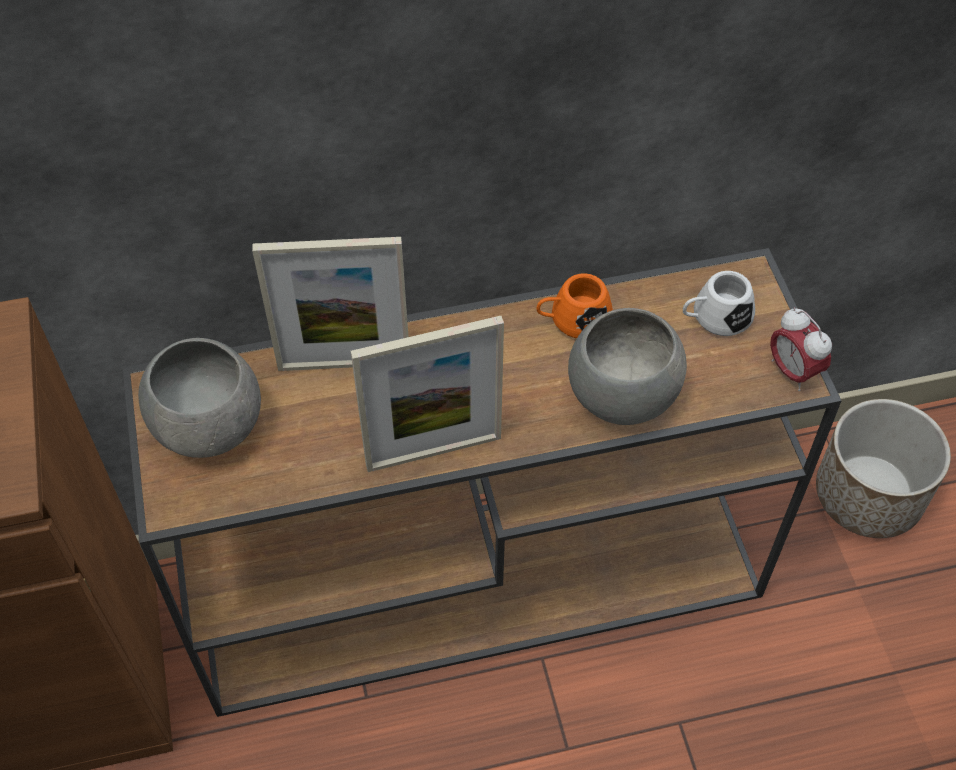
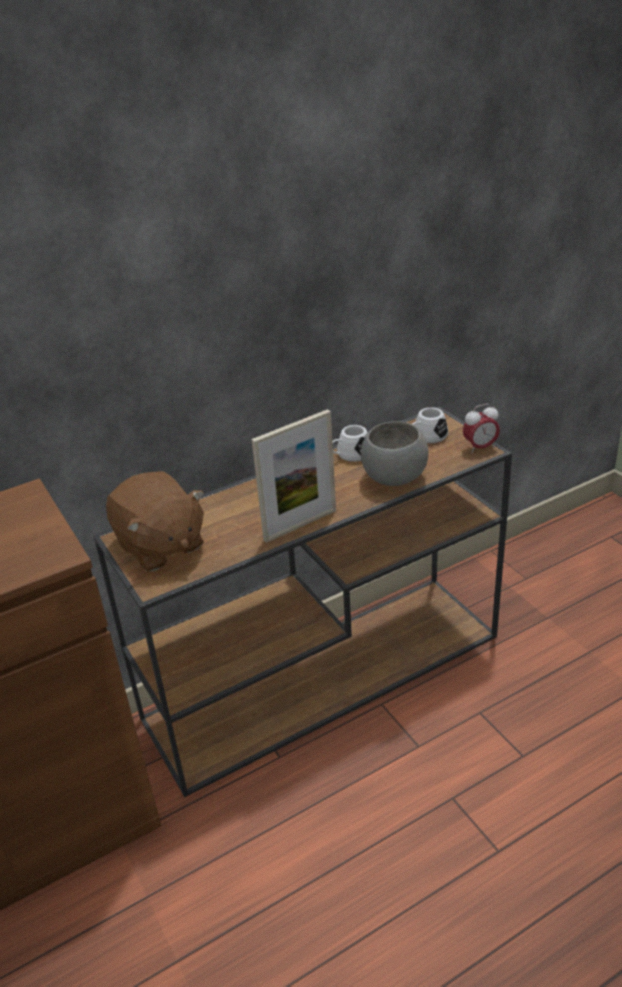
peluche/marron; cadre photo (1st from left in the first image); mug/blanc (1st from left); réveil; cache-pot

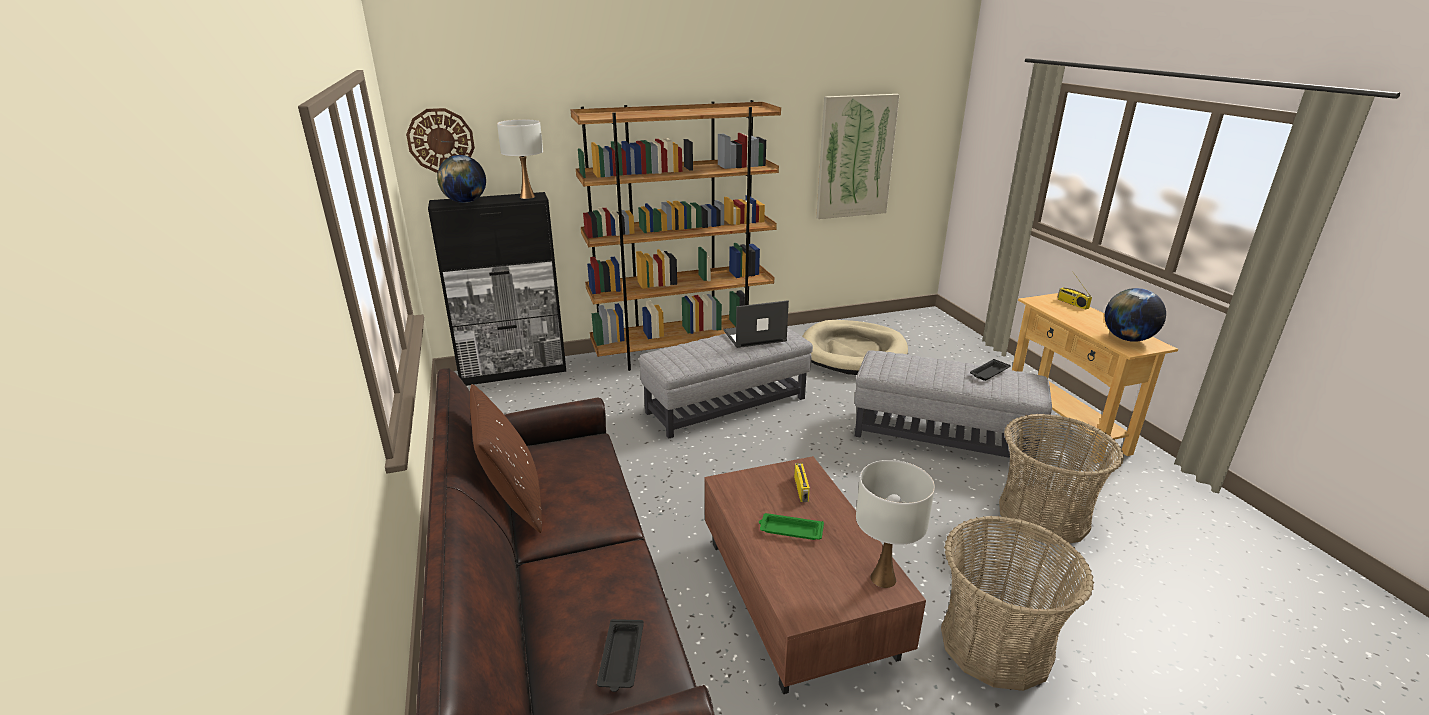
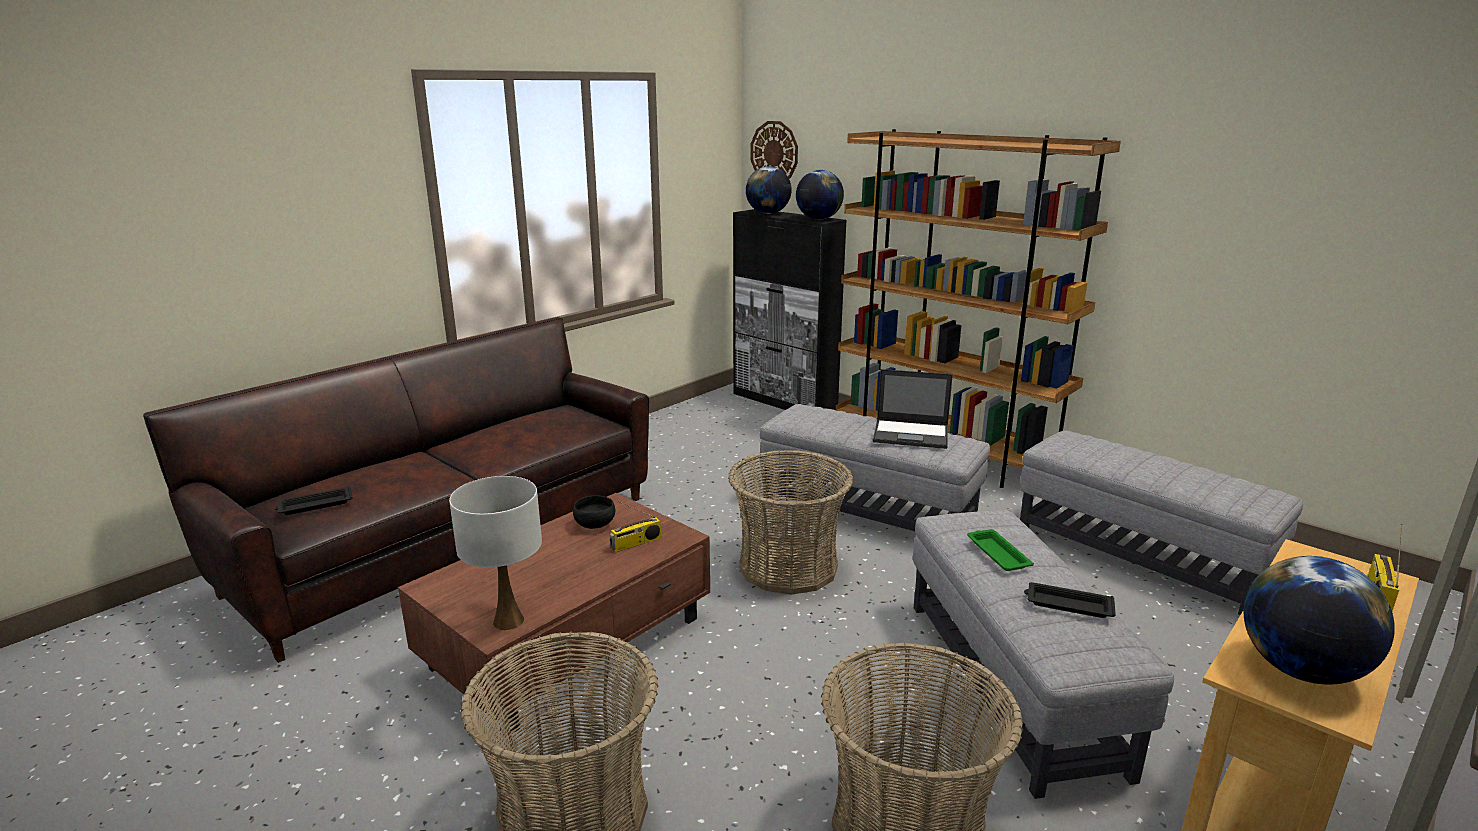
coussin/marron; globe (2nd from left); ordinateur portable; plateau/vert; pouf/gris (3rd from left); tableau; bol/noir; panier (2nd from left)

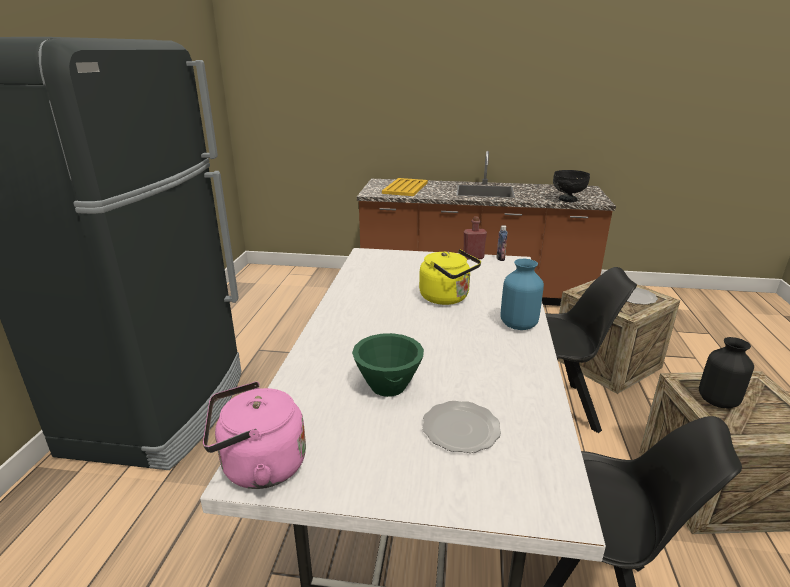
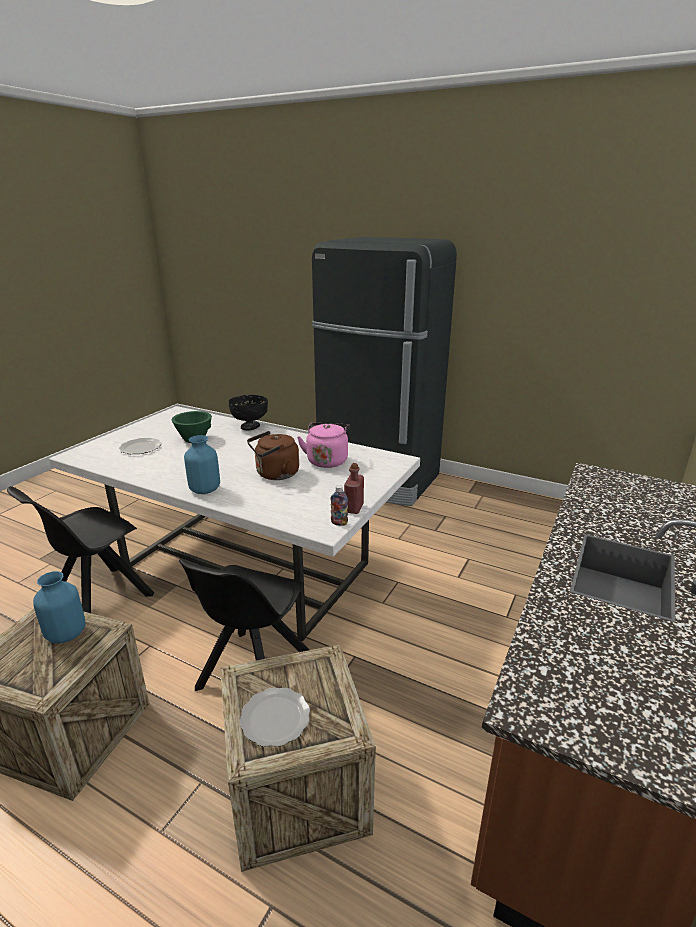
bouilloire/rose; plateau/jaune; bouilloire/marron; bol/noir; vase/bleu (1st from left)

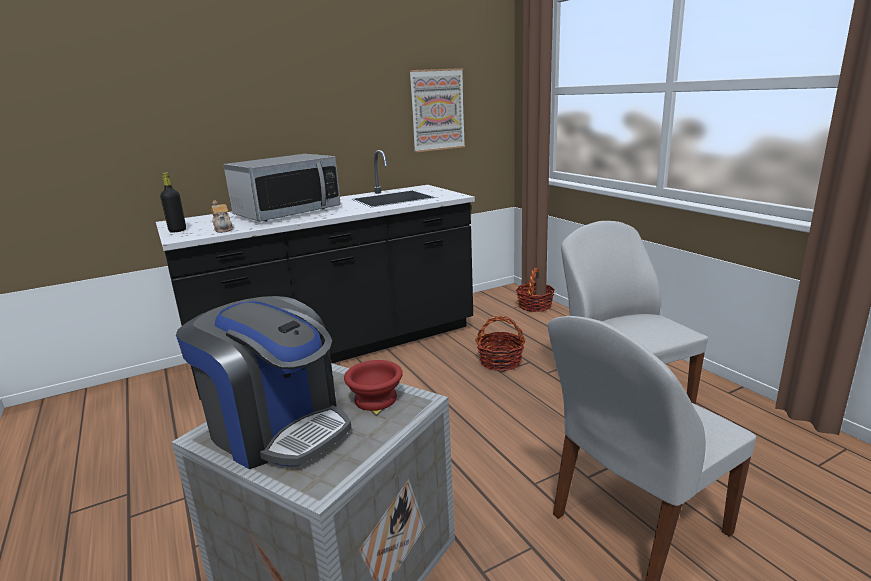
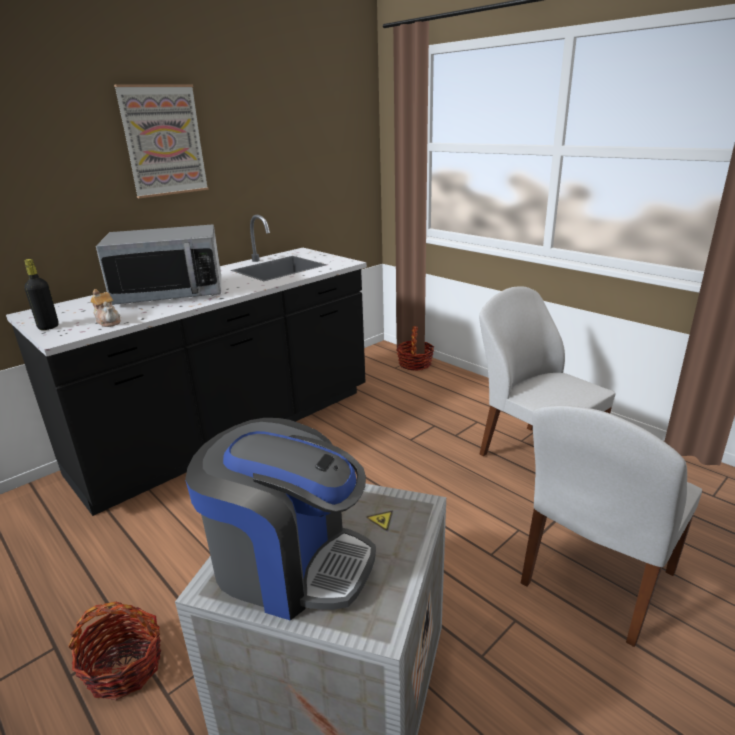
micro-ondes; bol/rouge; tableau; panier (1st from left)

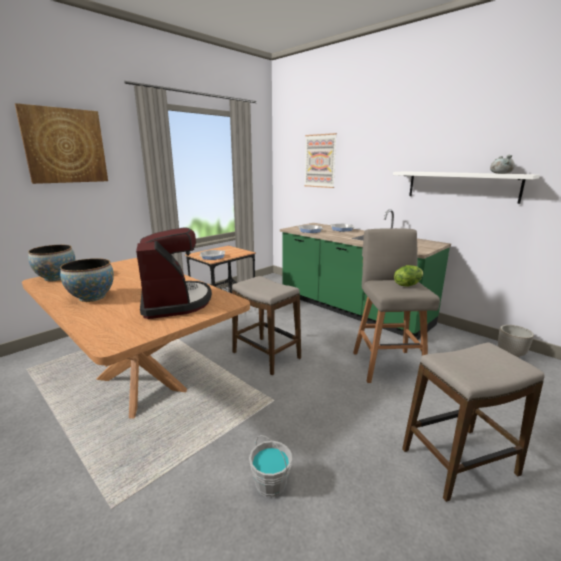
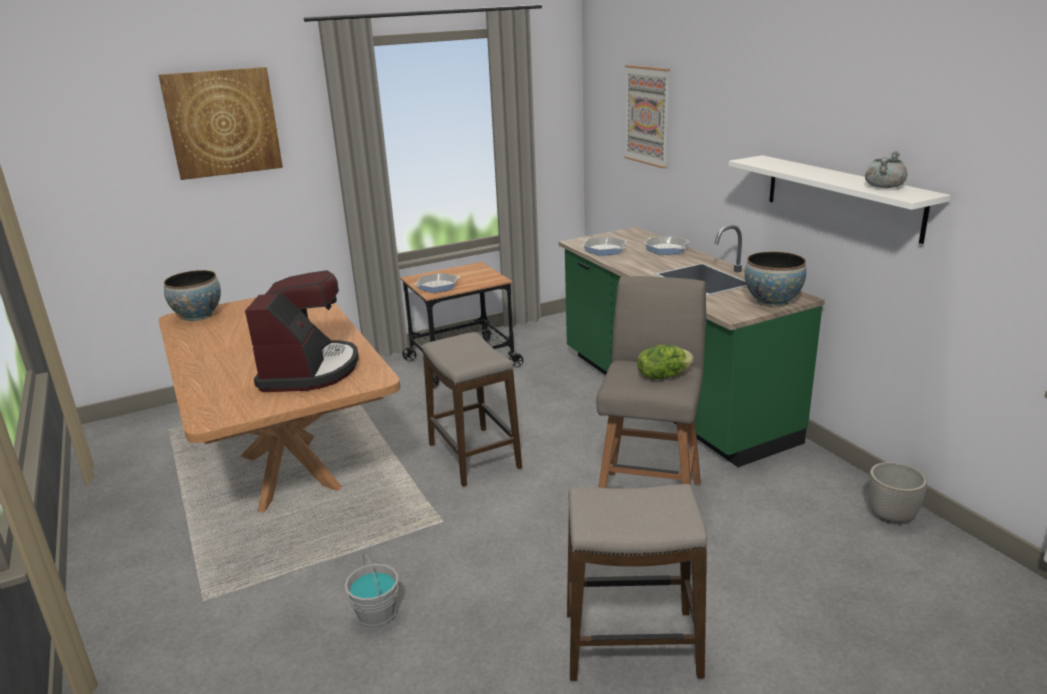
bol (2nd from left)

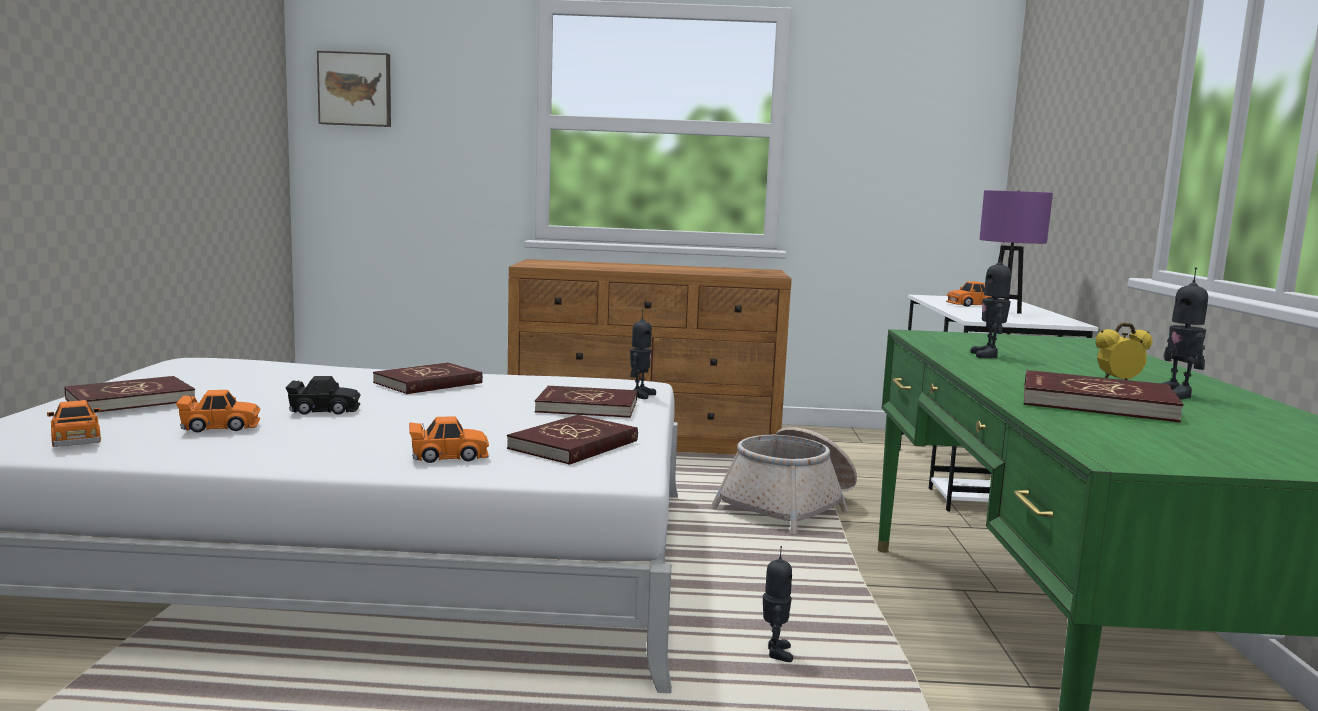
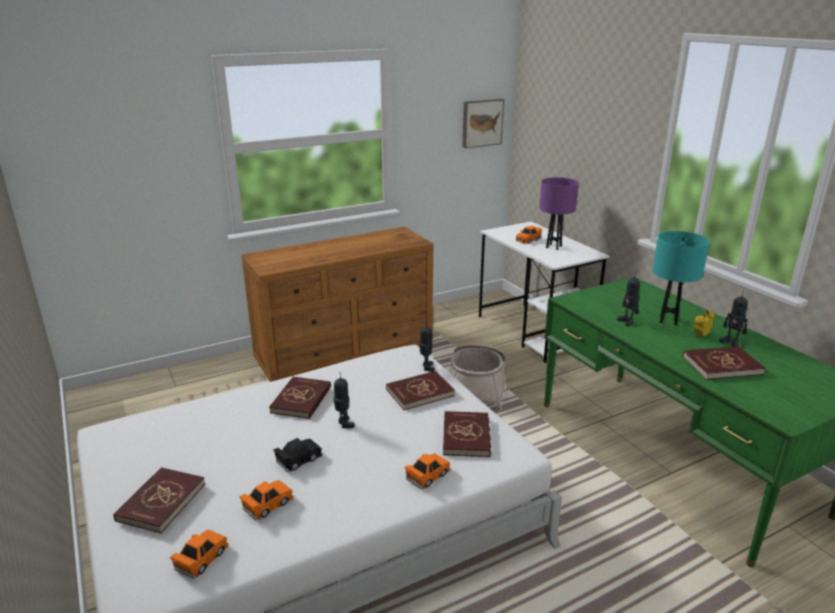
petite voiture/orange (1st from left); tableau; robot jouet (1st from left); lampe de table/turquoise

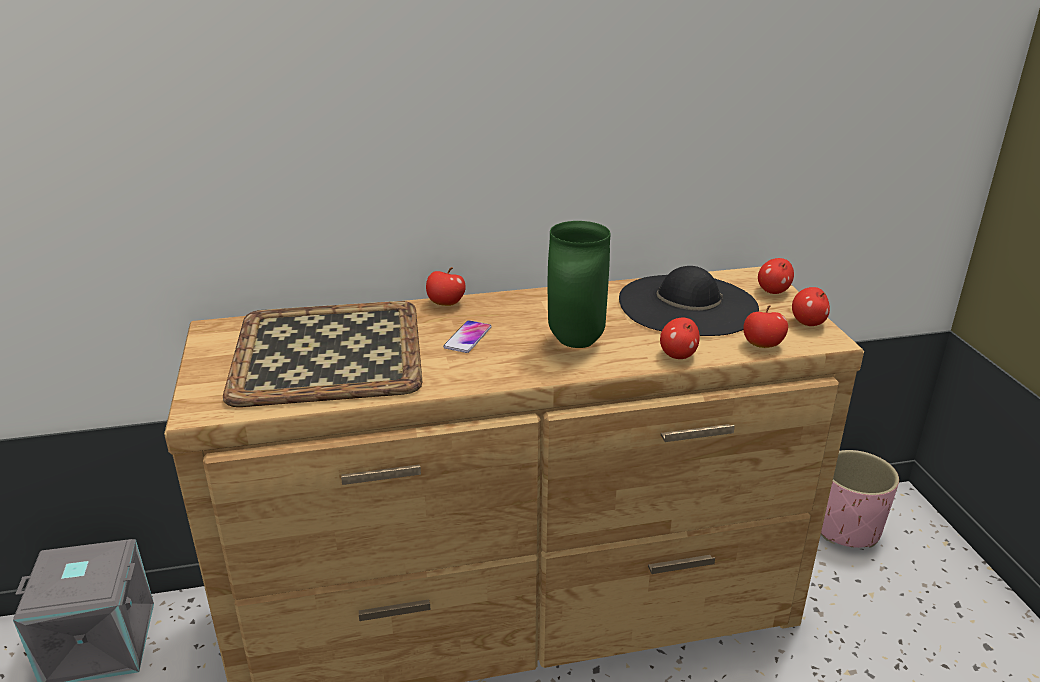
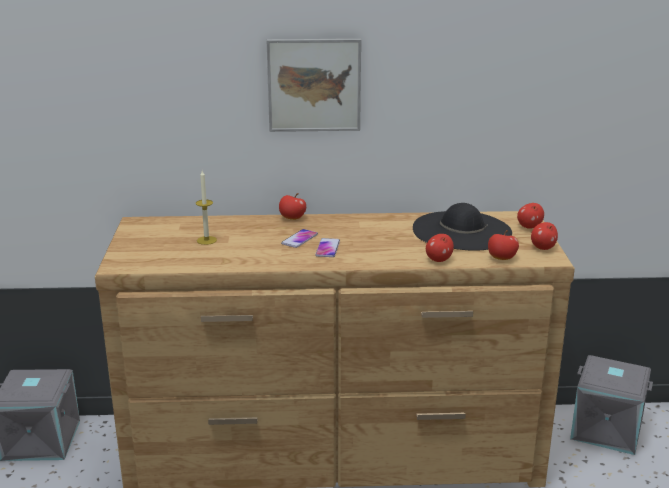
bougie; vase/vert; boîte de rangement/gris (2nd from left); tableau; téléphone (2nd from left)

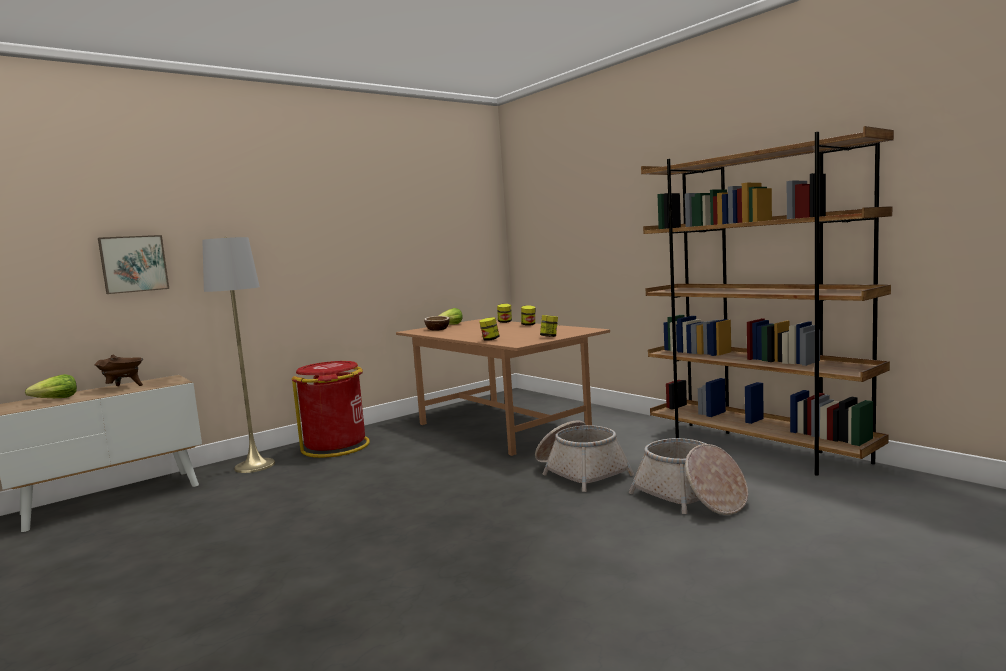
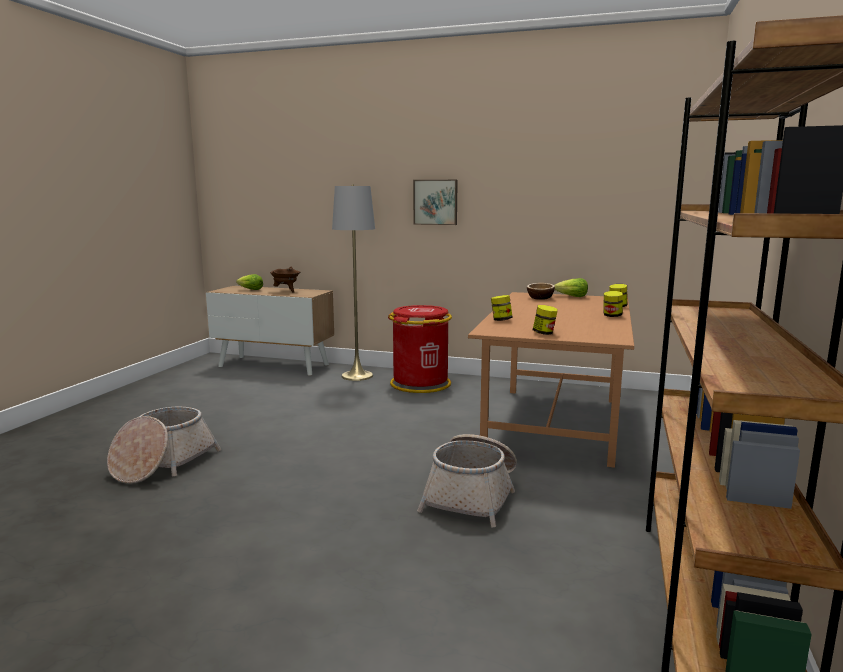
tableau; panier (1st from left)

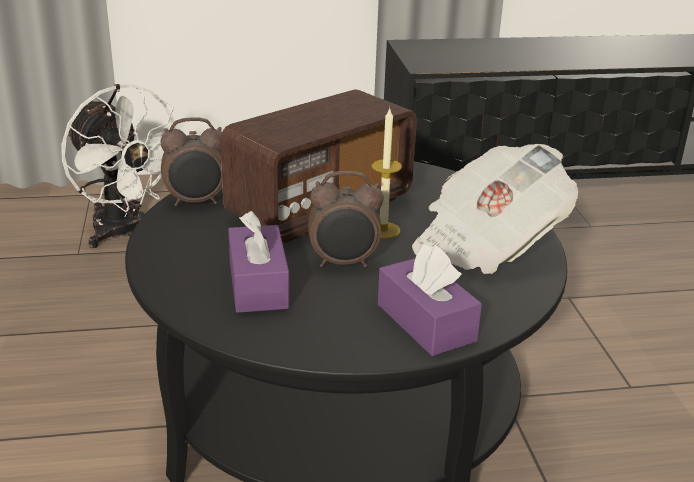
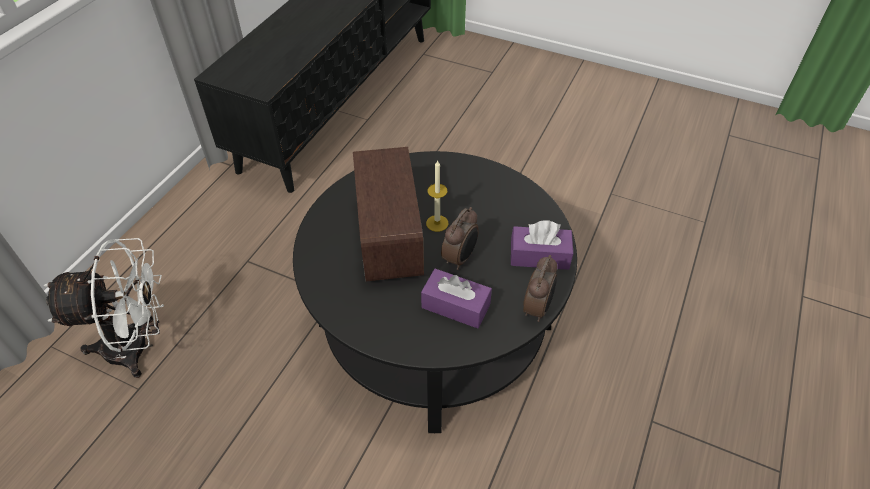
réveil (2nd from left); journal

